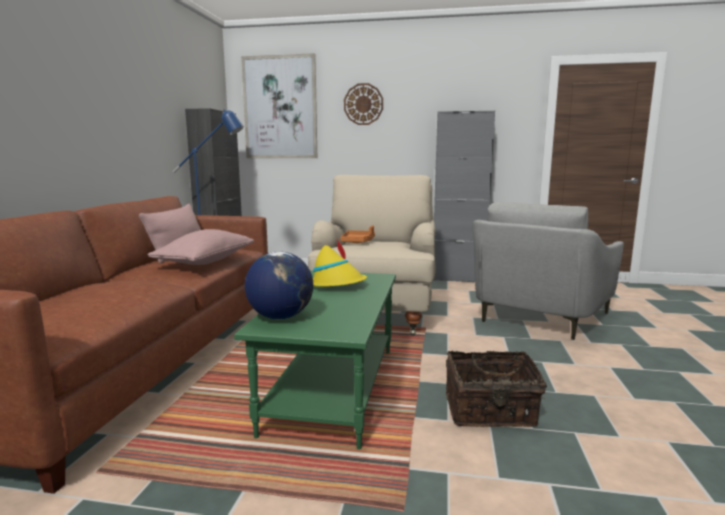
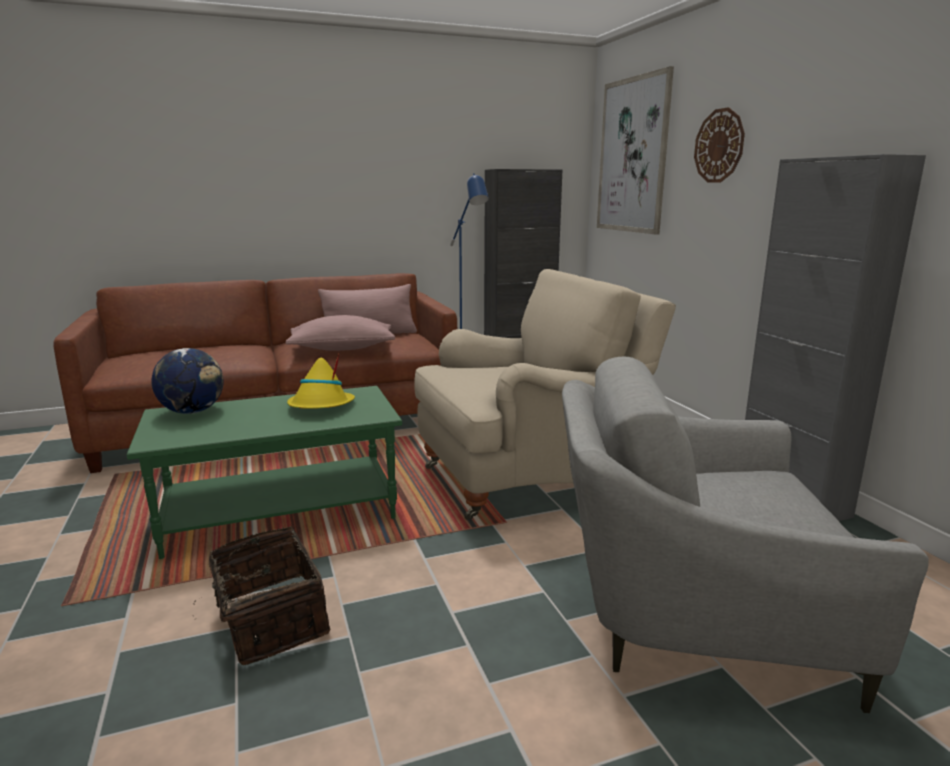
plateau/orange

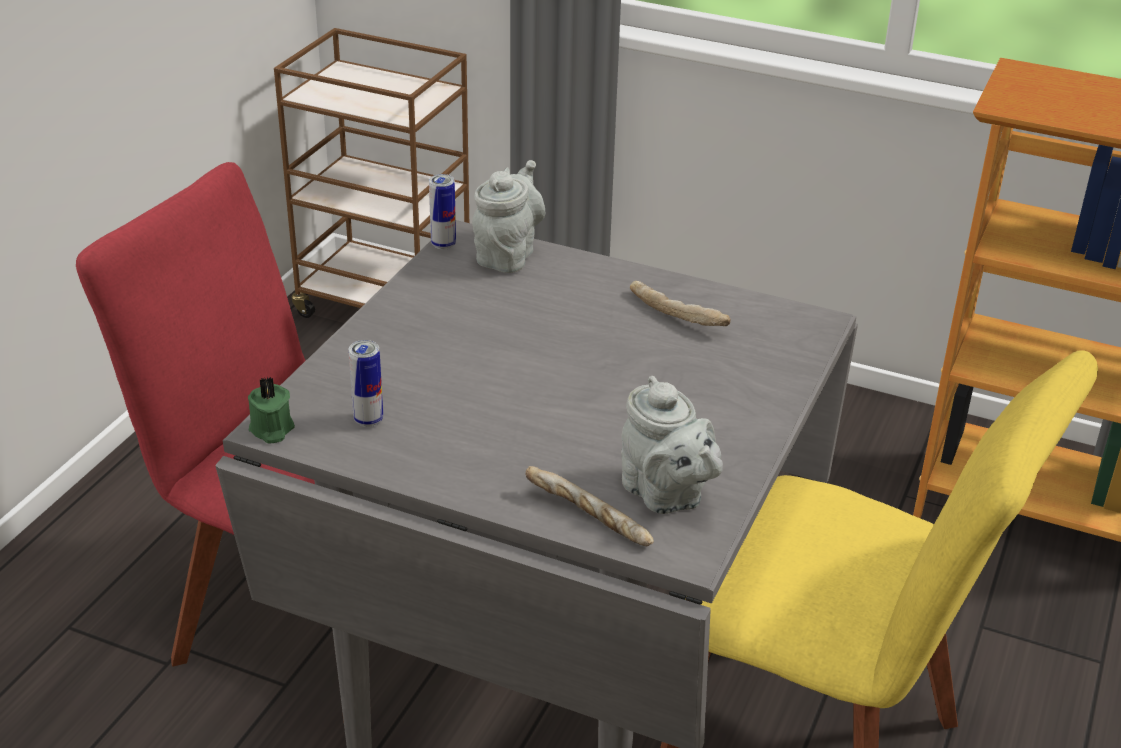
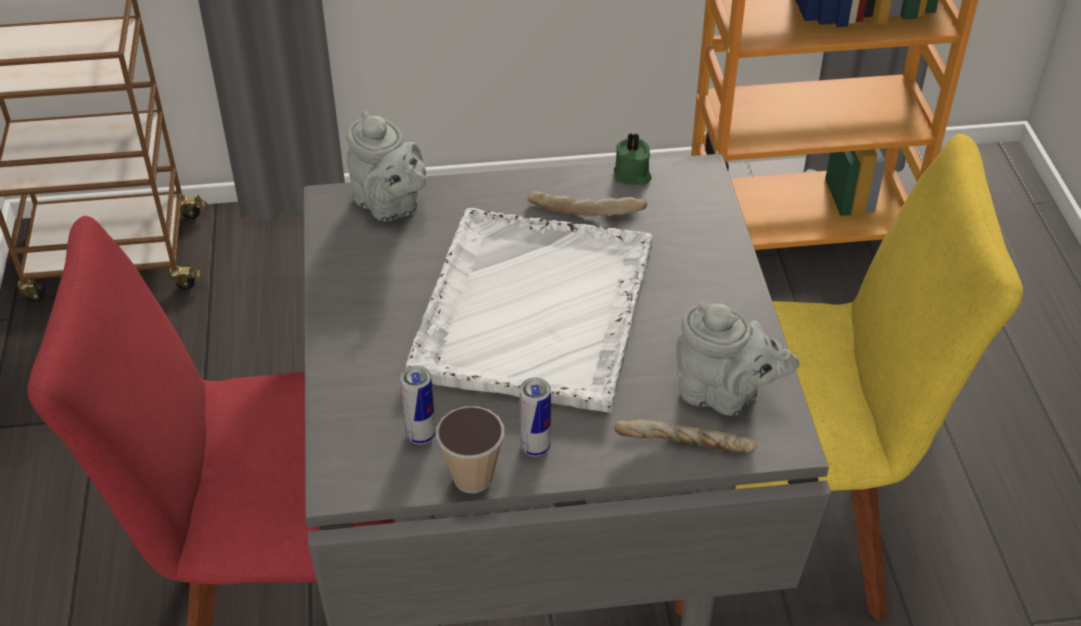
bougie/vert; boîte métallique (2nd from left); théière/gris (1st from left); plateau/blanc; tasse

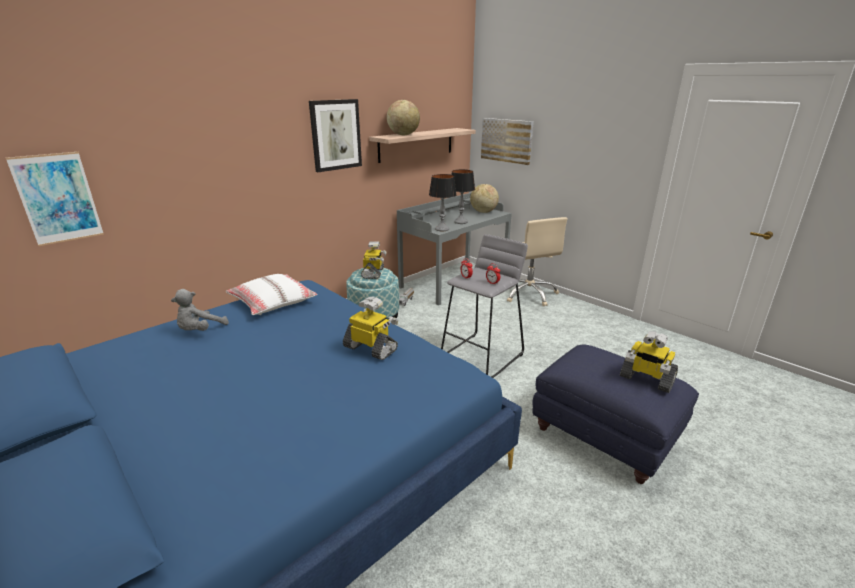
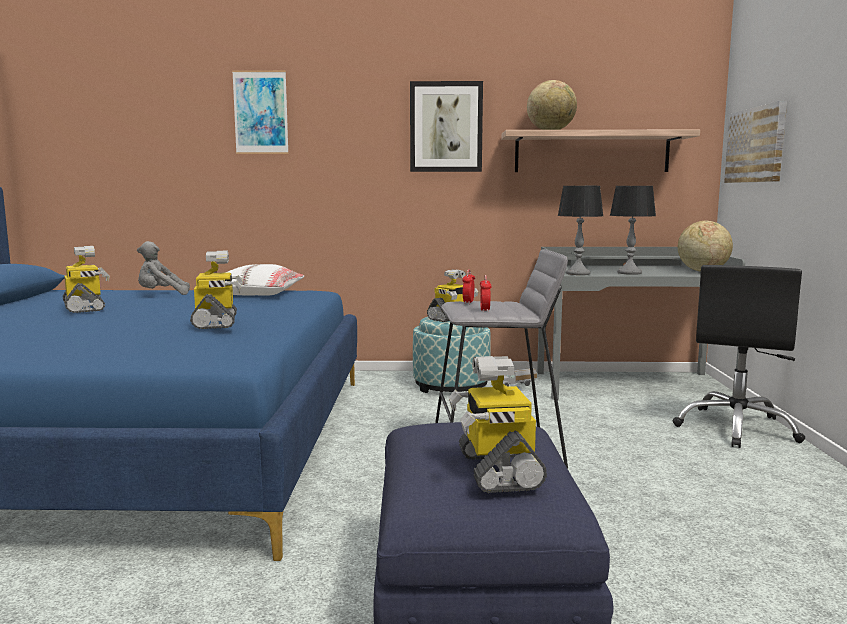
tableau (1st from left); chaise de bureau/noir; robot jouet (1st from left)

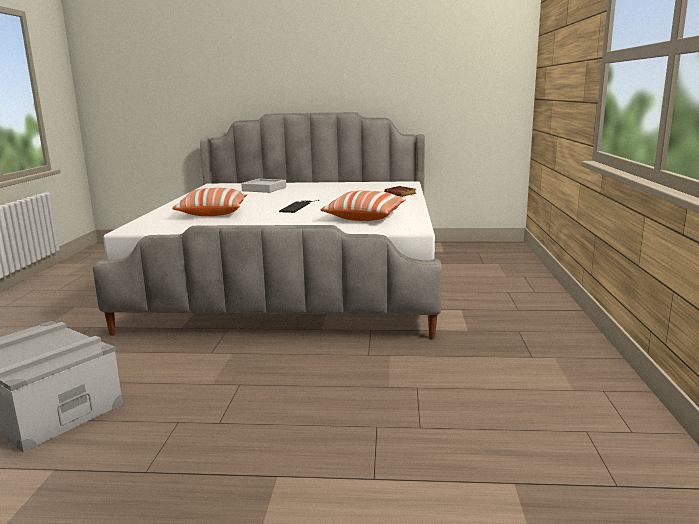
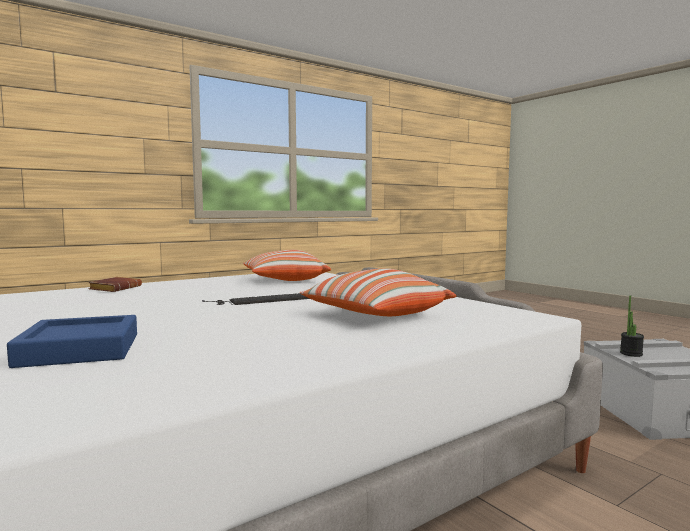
plateau/bleu; plante en pot

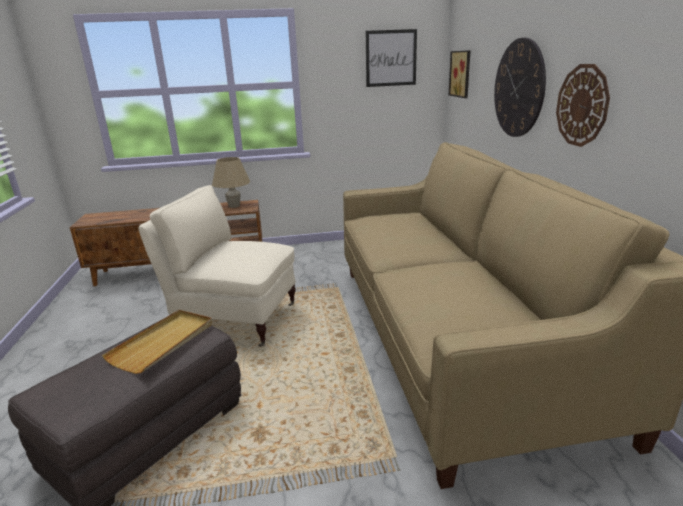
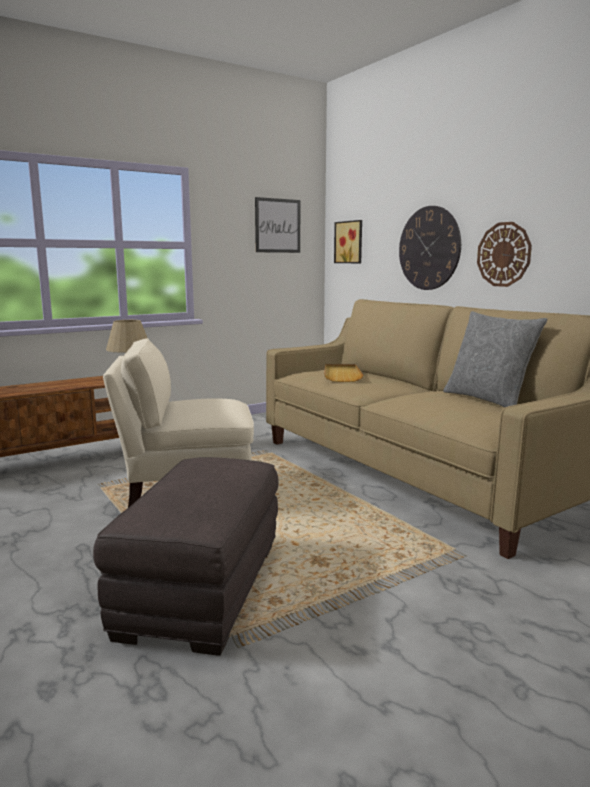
plateau/beige; coussin/gris

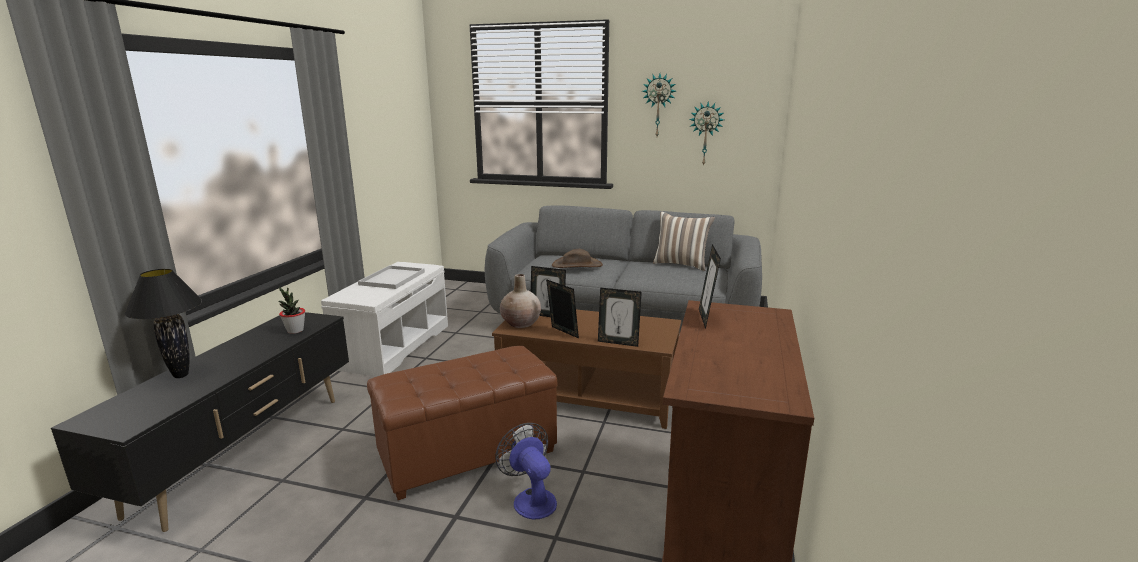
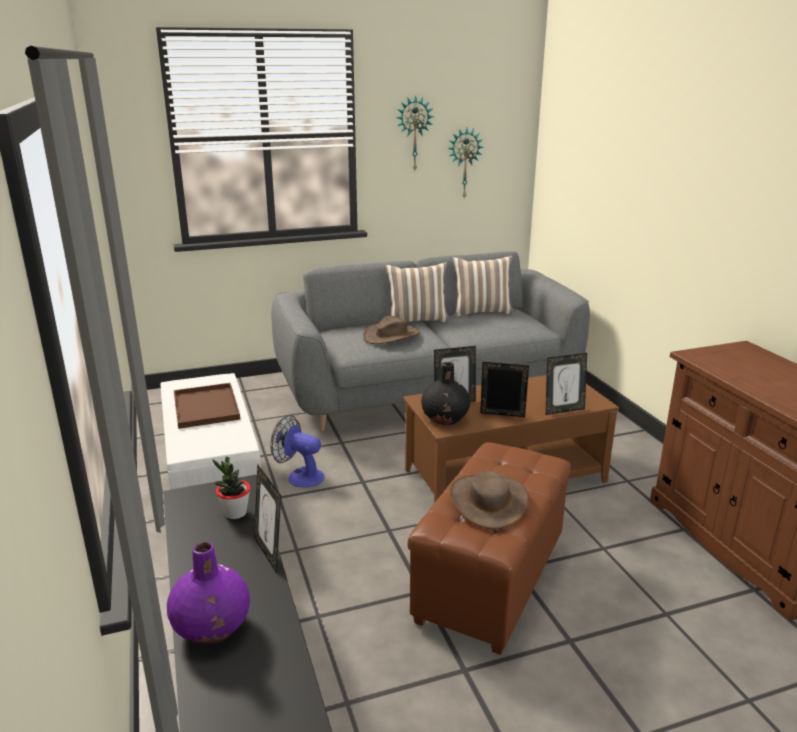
vase/violet; plateau/marron; ventilateur; vase/noir; cadre photo (1st from left); coussin (1st from left); chapeau/marron (2nd from left)

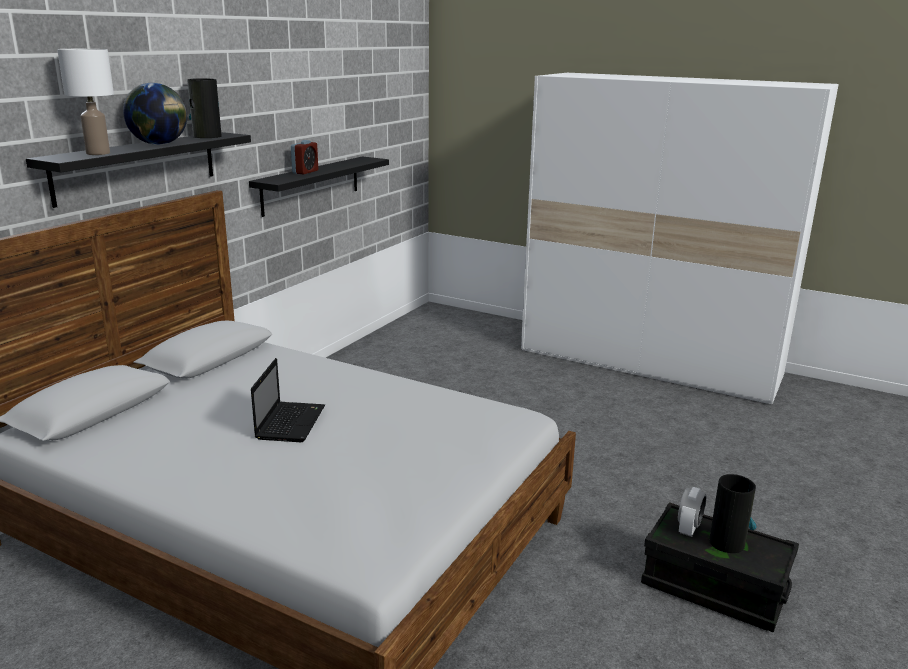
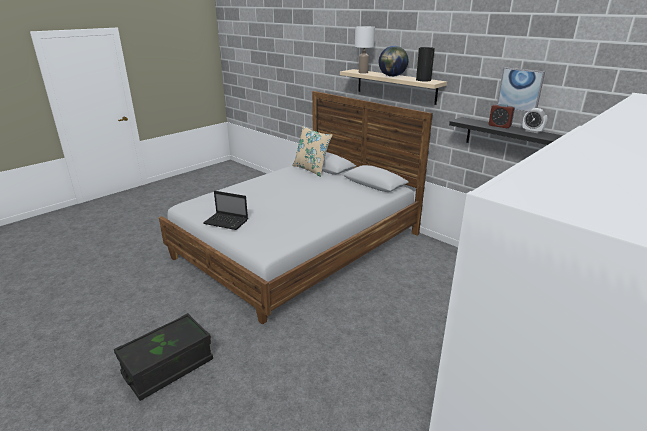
étagère/beige; ordinateur portable; réveil (2nd from left); vase (2nd from left in the first image); coussin/beige; tableau

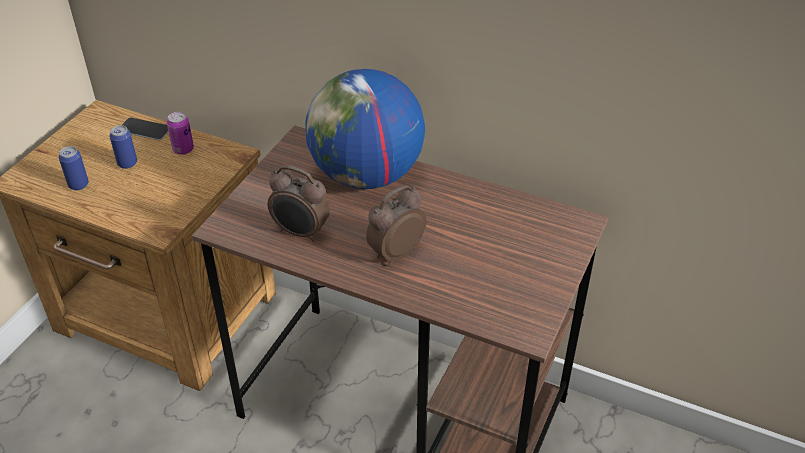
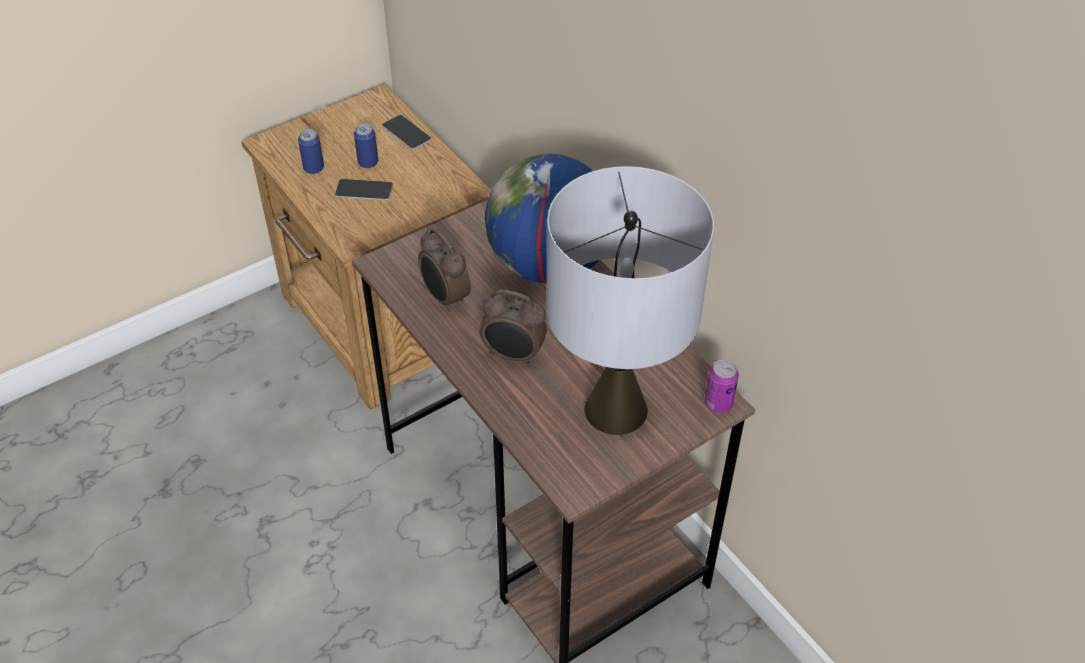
boîte métallique (3rd from left); réveil (2nd from left); téléphone (1st from left); lampe de table/gris

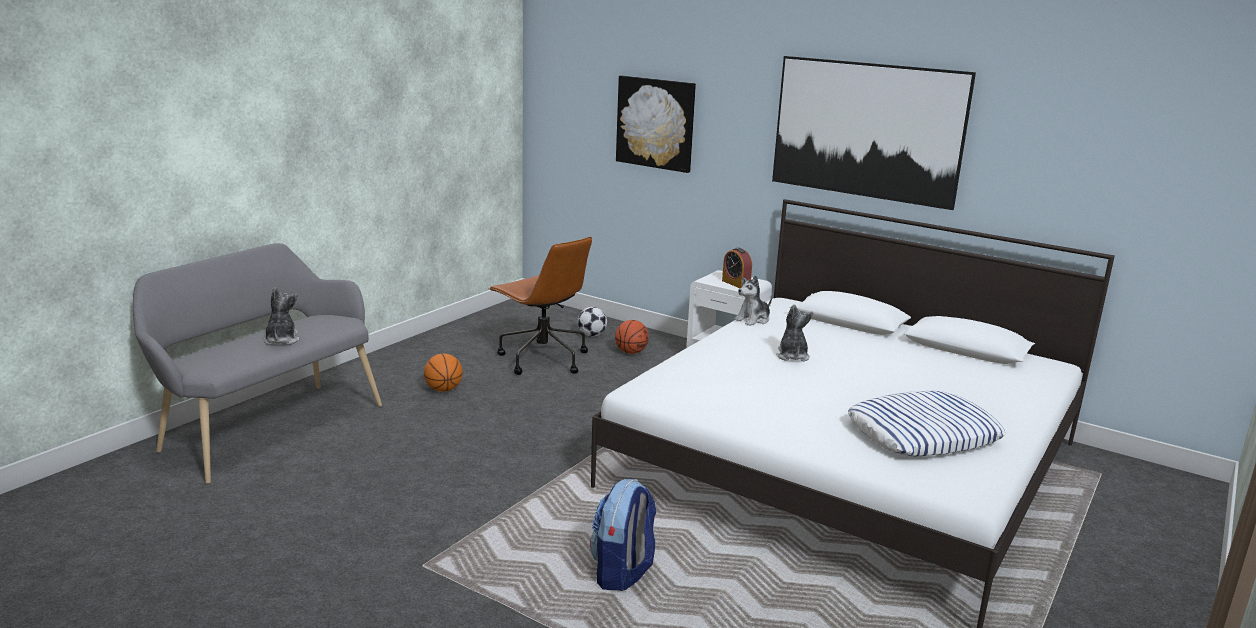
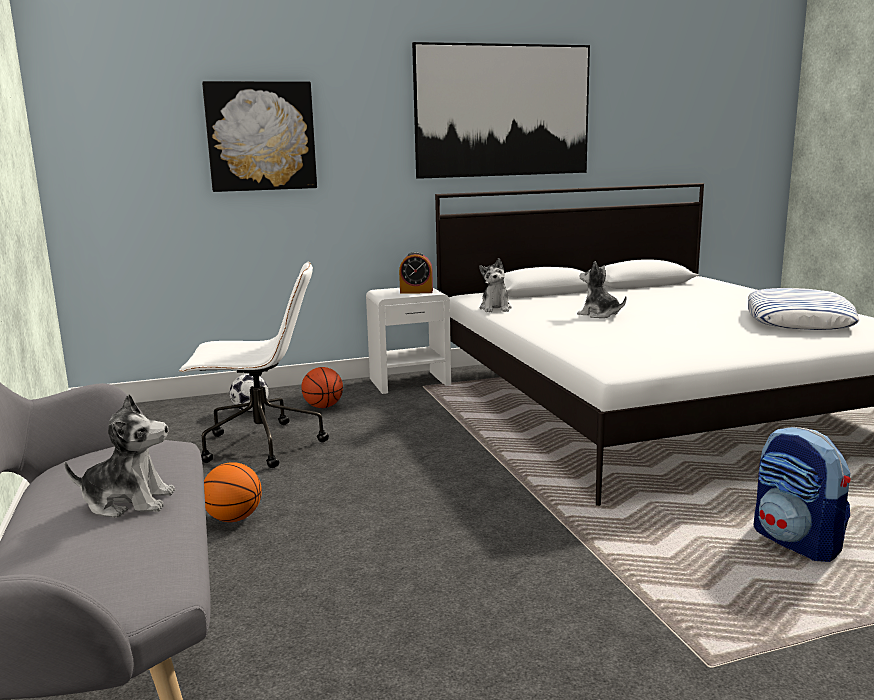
peluche (1st from left); chaise de bureau/blanc

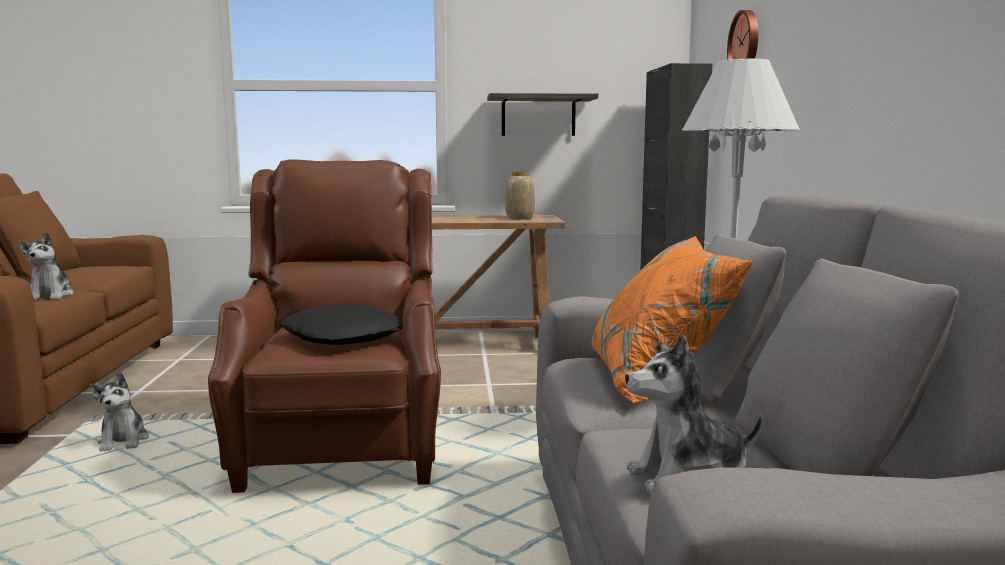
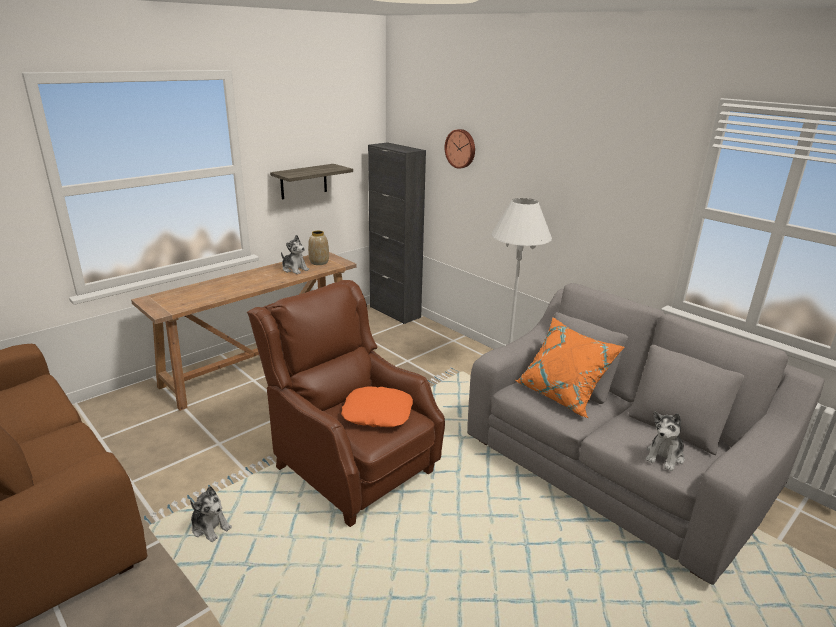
peluche (2nd from left); coussin/orange (1st from left)

